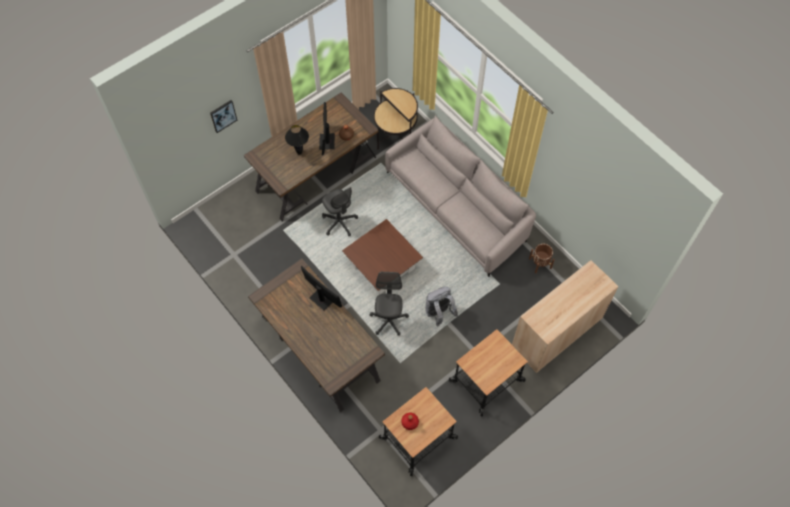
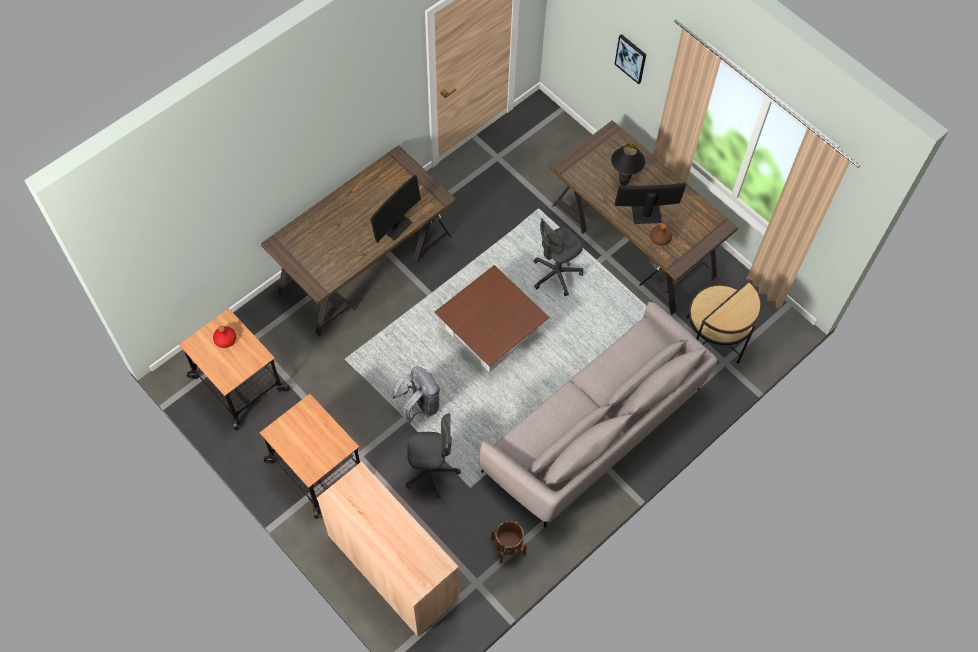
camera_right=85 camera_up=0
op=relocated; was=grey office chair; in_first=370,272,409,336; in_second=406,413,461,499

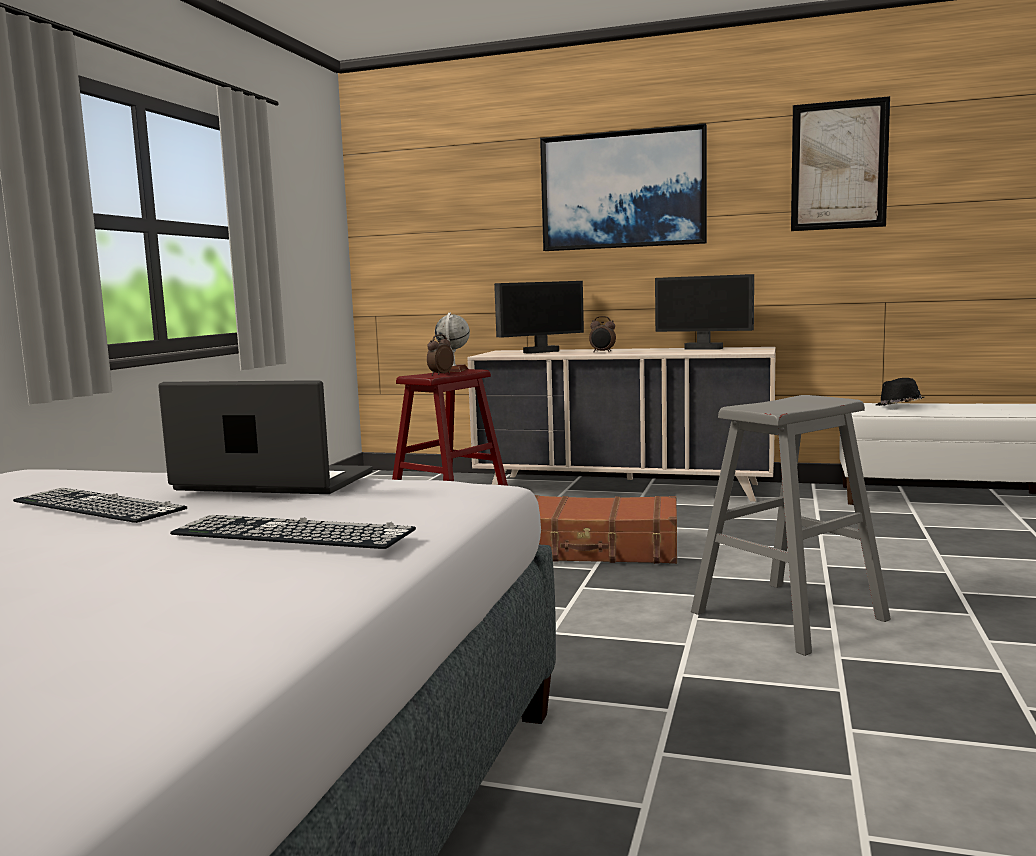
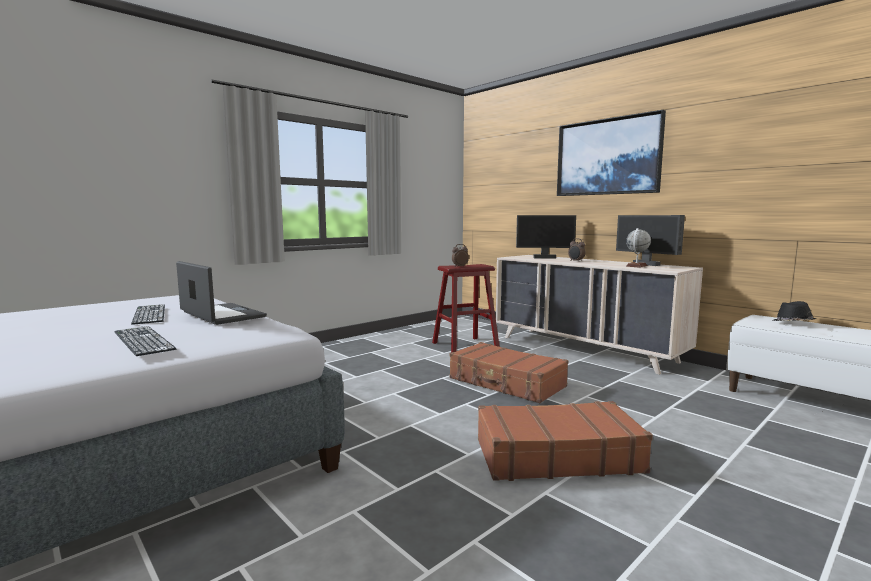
camera_right=30 camera_up=0
op=exchanged; was=grey stool; now=brown suitcase; in_first=691,395,891,656; in_second=478,401,653,481
op=relocated; was=globe; in_first=435,313,470,372; in_second=626,228,651,268
op=missing; was=picture; in_first=791,96,890,231

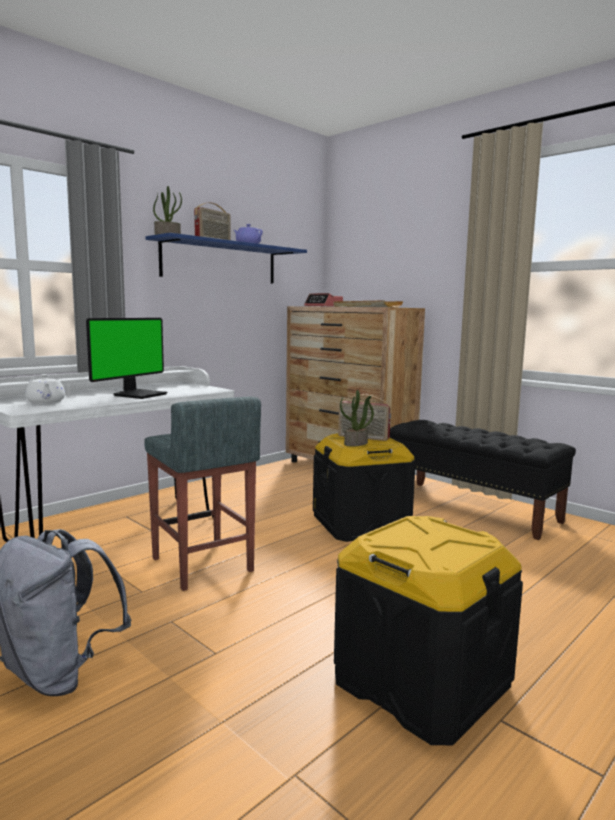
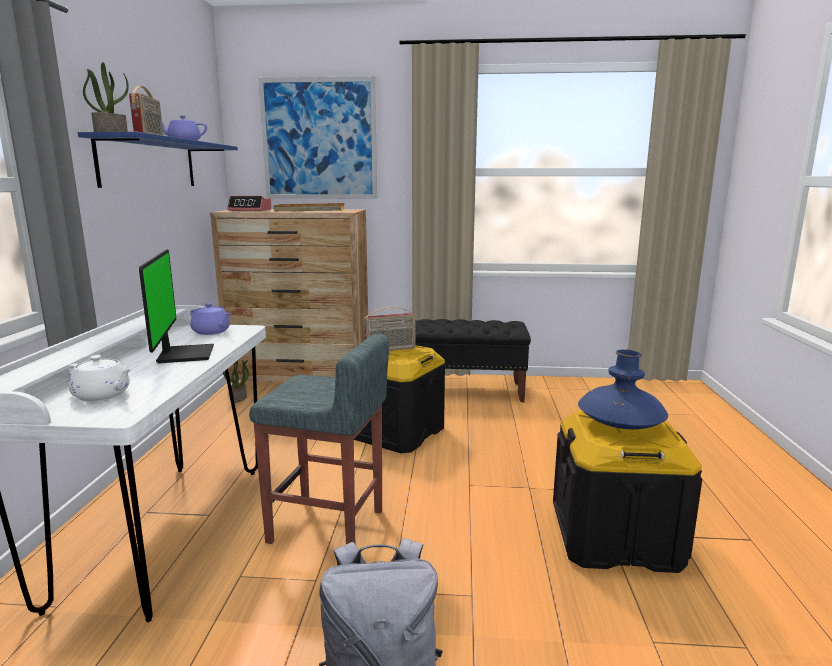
camera_right=-40 camera_up=5
op=appeared; now=purple teapot; in_second=190,303,231,335
op=relocated; was=potted plant; in_first=340,390,374,447; in_second=223,360,249,403
op=appeared; now=picture; in_second=259,76,377,199
op=appeared; now=blue vase; in_second=578,349,668,429

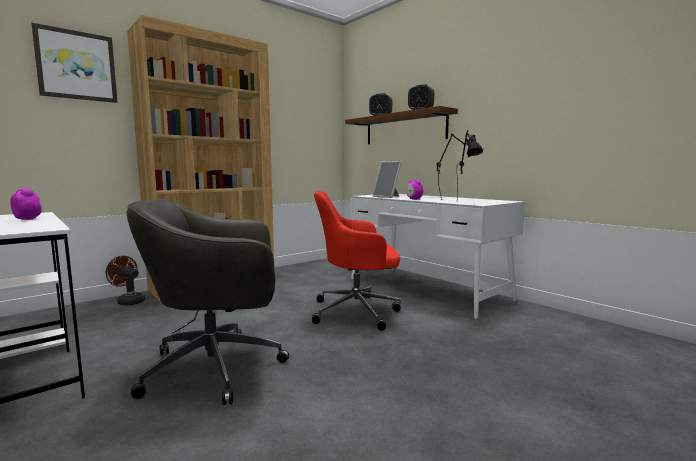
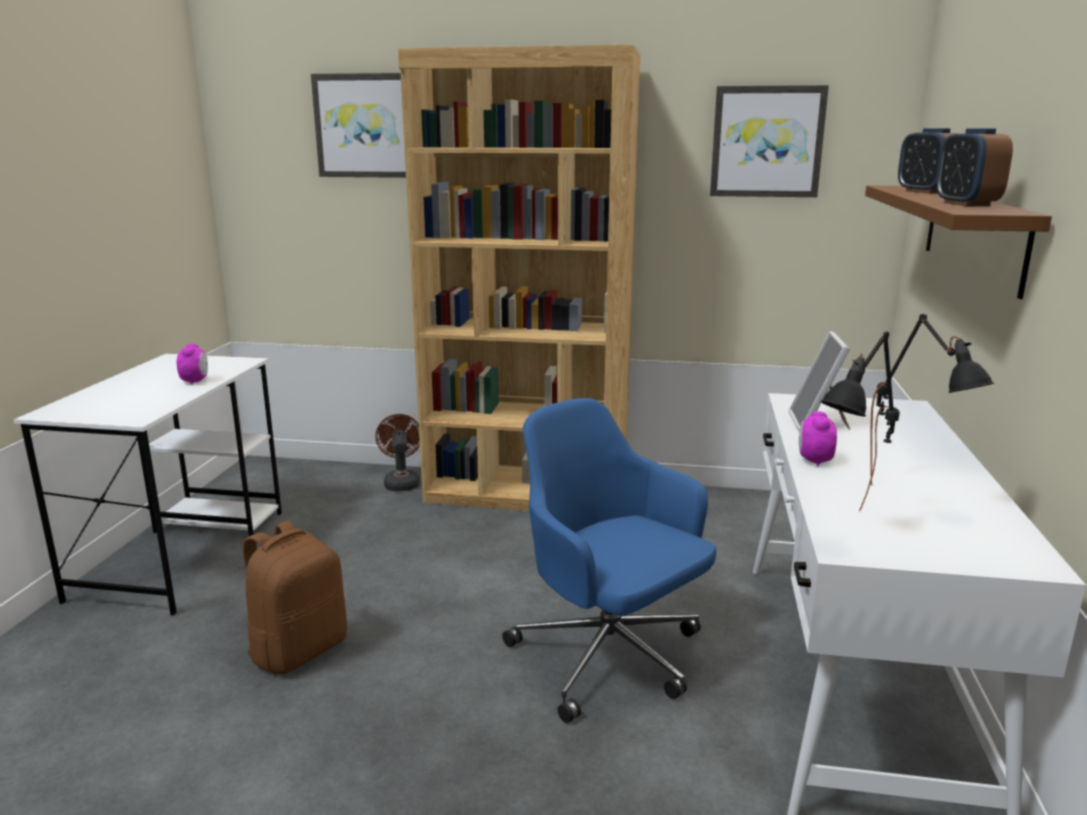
camera_right=50 camera_up=10
op=exchanged; was=grey office chair; now=brown backpack; in_first=126,199,289,405; in_second=243,521,347,674
op=colour; was=red office chair; now=blue office chair; in_first=312,191,401,331; in_second=502,398,717,723
op=appeared; now=picture; in_second=710,85,829,197

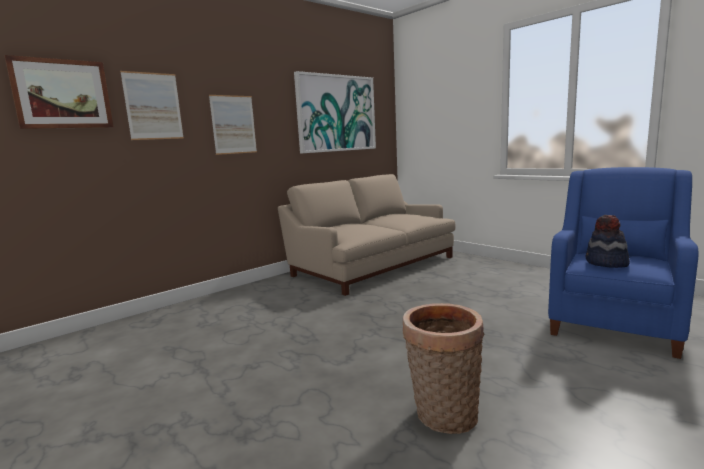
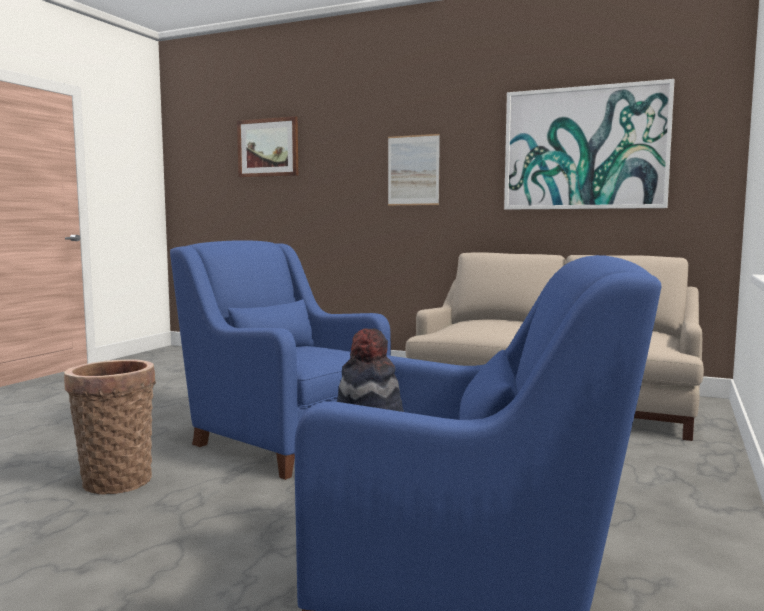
camera_right=65 camera_up=-5
op=appeared; now=blue armchair; in_second=170,240,391,480
op=missing; was=picture; in_first=120,71,184,140

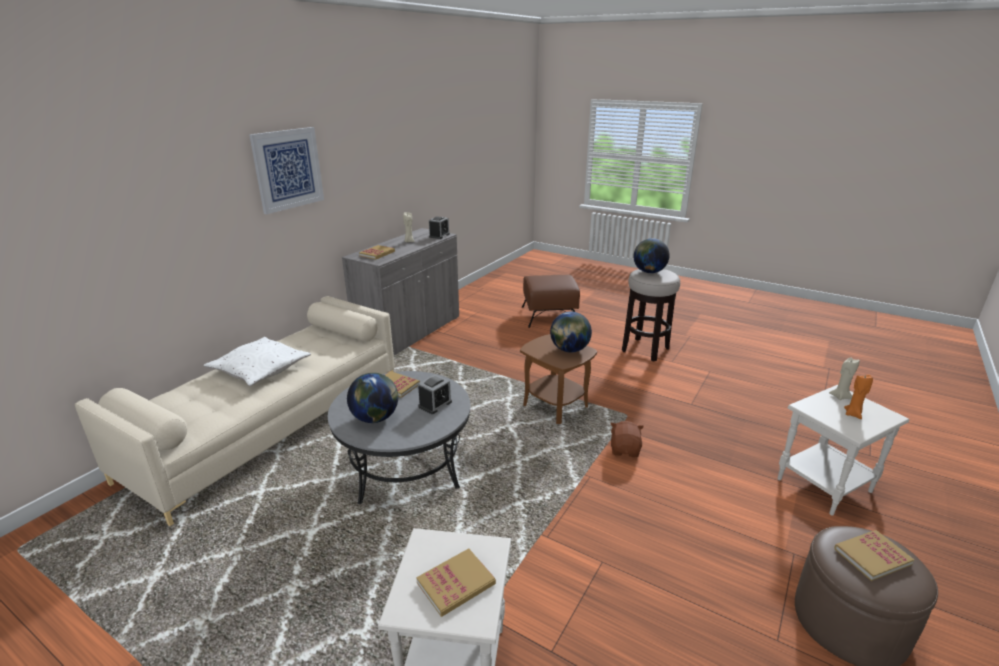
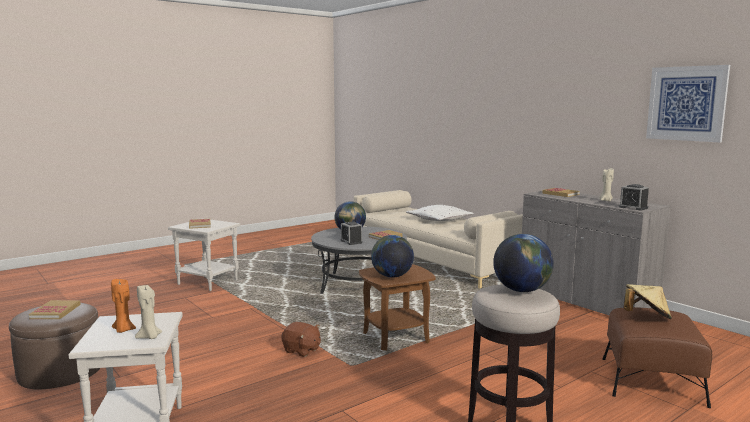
camera_right=110 camera_up=-15
op=appeared; now=beige hat; in_second=624,284,672,319
op=relocated; was=picture; in_first=249,127,324,214; in_second=646,65,730,142

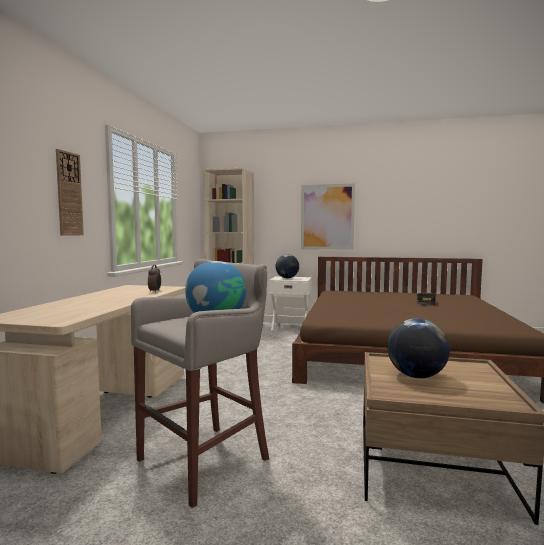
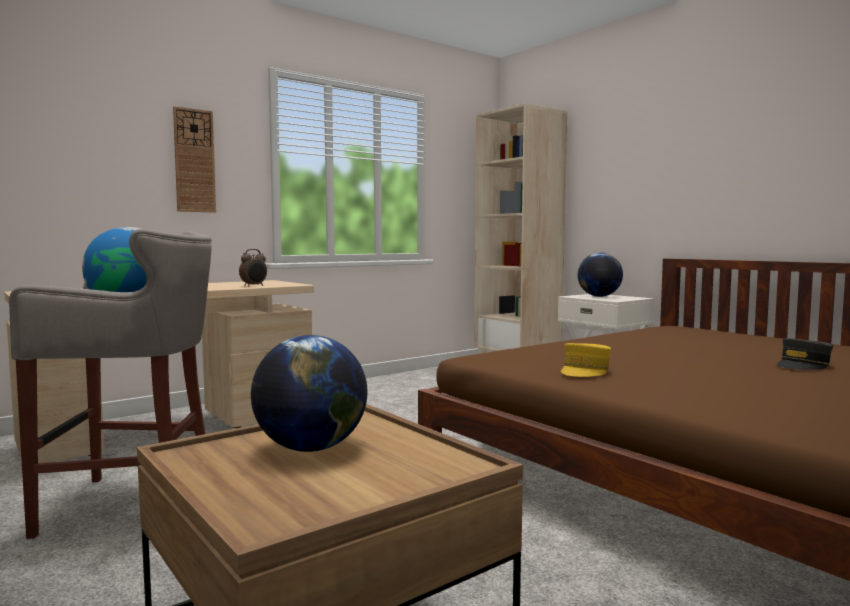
camera_right=40 camera_up=0
op=appeared; now=yellow cap; in_second=561,343,611,377
op=missing; was=picture; in_first=301,184,355,250

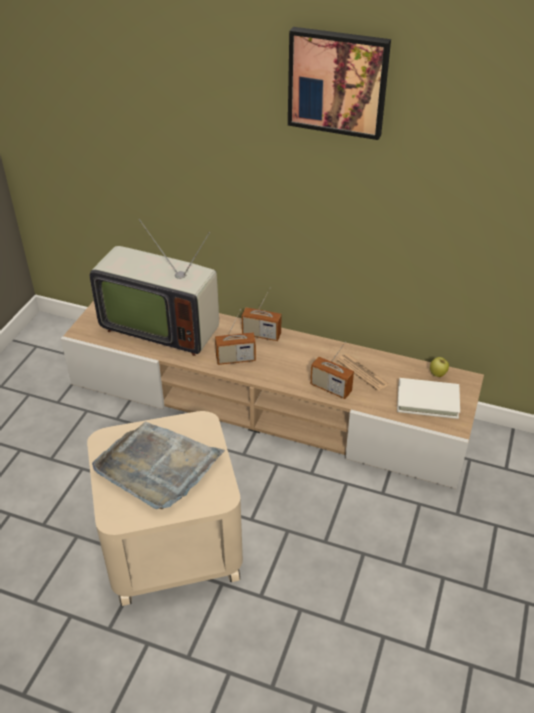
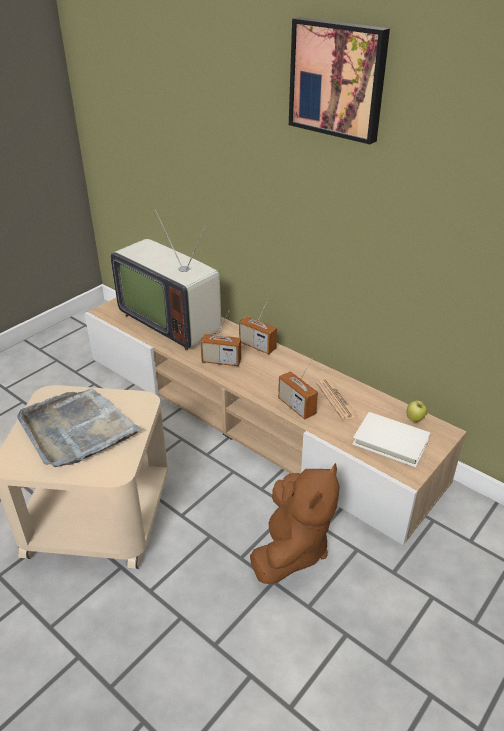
camera_right=20 camera_up=-5
op=appeared; now=brown plush toy; in_second=250,463,340,584

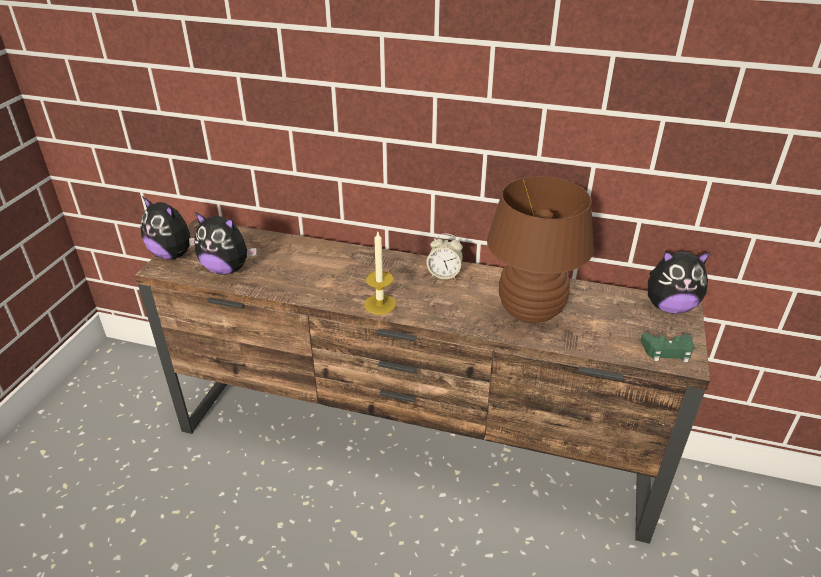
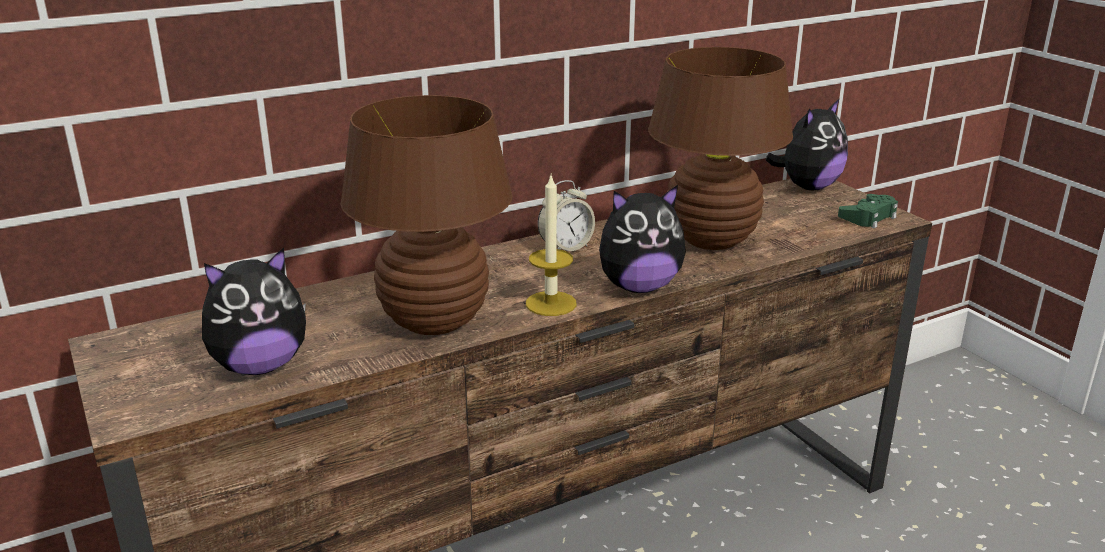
camera_right=-45 camera_up=-10
op=appeared; now=brown table lamp; in_second=340,95,512,335
op=relocated; was=plush toy; in_first=140,196,195,260; in_second=599,185,686,293

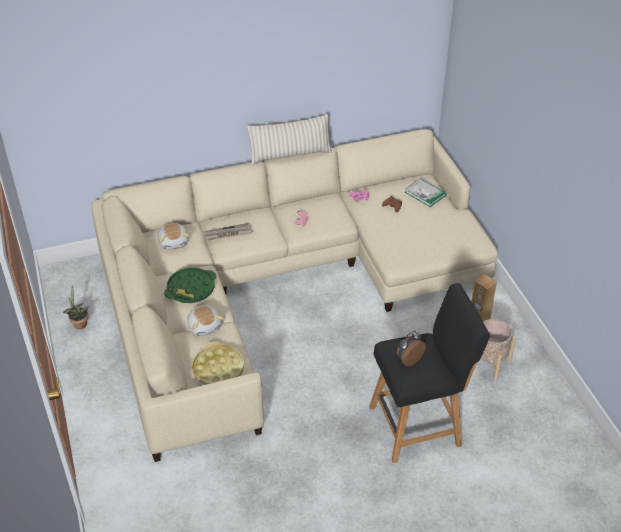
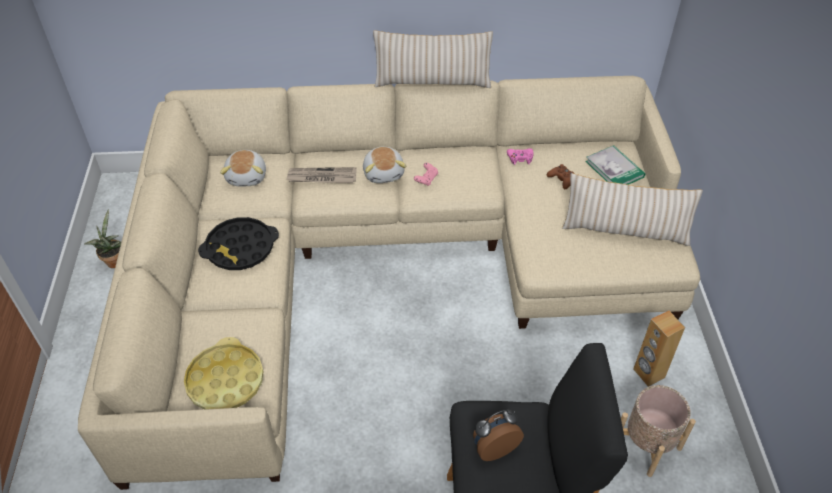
camera_right=15 camera_up=5
op=colour; was=green tray; now=black tray; in_first=164,268,216,303; in_second=198,217,279,270
op=relocated; was=plush toy; in_first=187,306,224,336; in_second=363,147,406,183
op=appeared; now=beige pillow; in_second=562,173,703,246

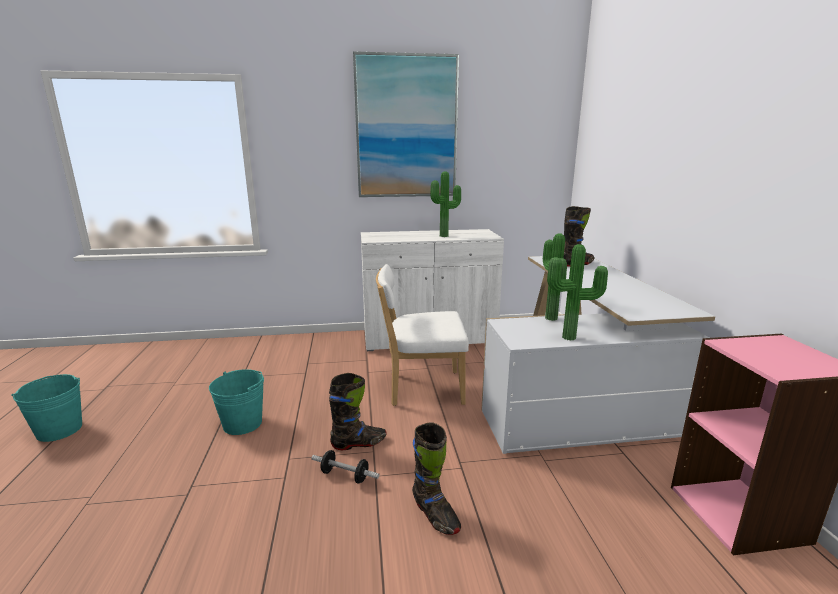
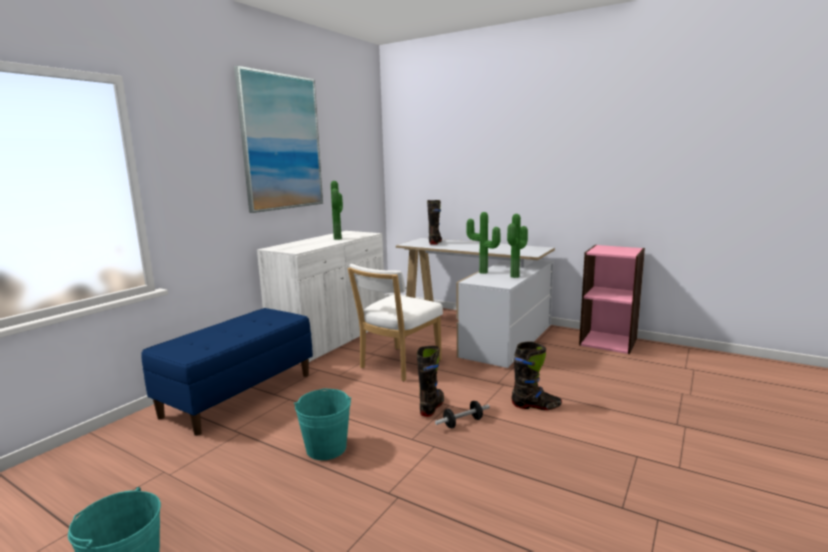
camera_right=-50 camera_up=-5
op=appeared; now=blue bench; in_second=141,308,313,436

